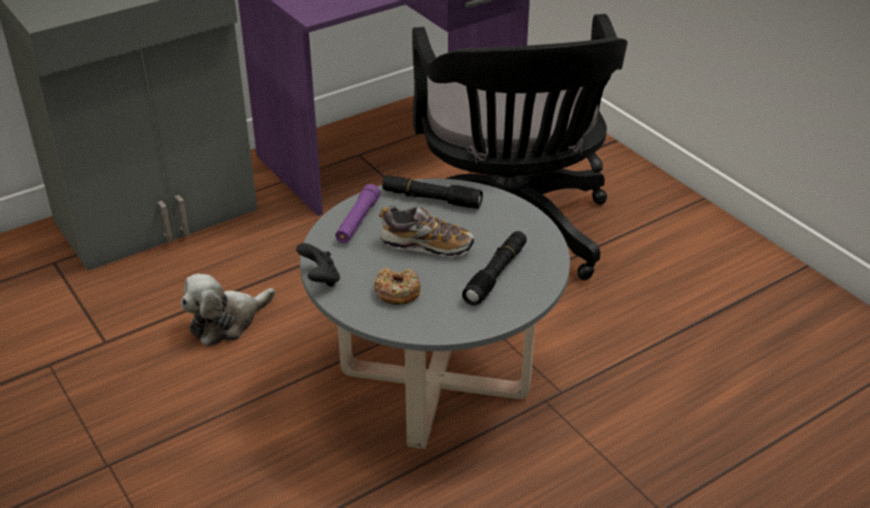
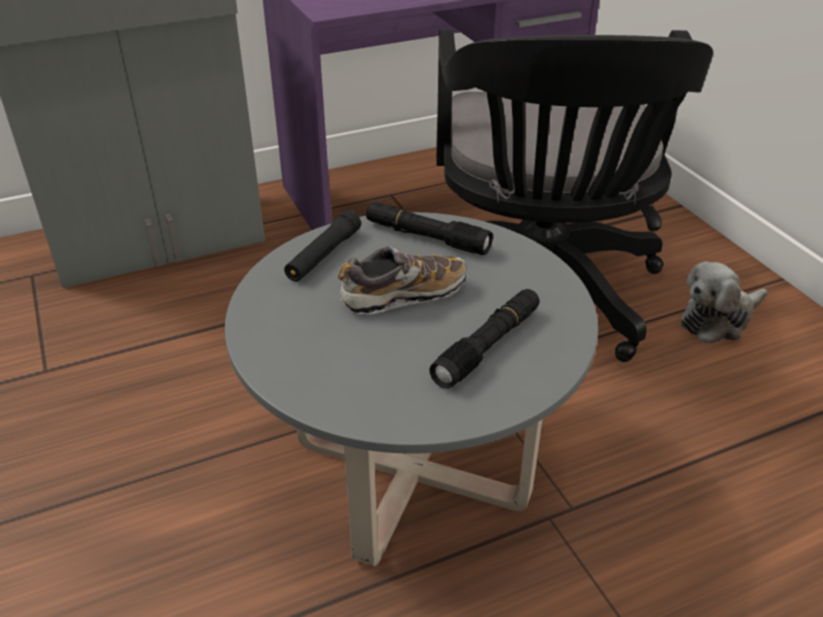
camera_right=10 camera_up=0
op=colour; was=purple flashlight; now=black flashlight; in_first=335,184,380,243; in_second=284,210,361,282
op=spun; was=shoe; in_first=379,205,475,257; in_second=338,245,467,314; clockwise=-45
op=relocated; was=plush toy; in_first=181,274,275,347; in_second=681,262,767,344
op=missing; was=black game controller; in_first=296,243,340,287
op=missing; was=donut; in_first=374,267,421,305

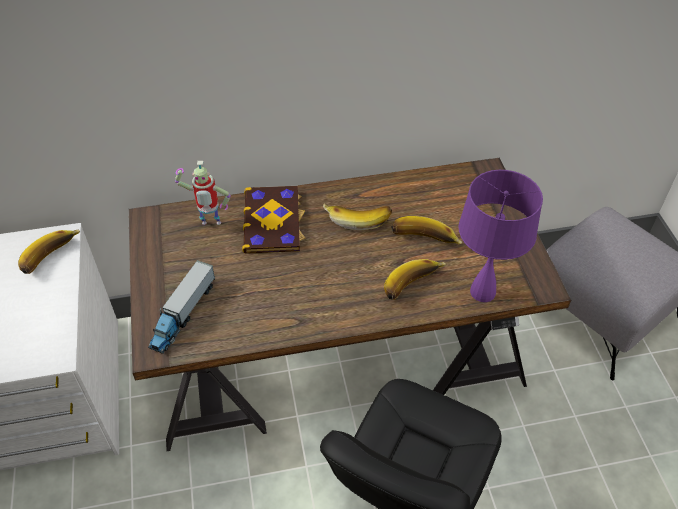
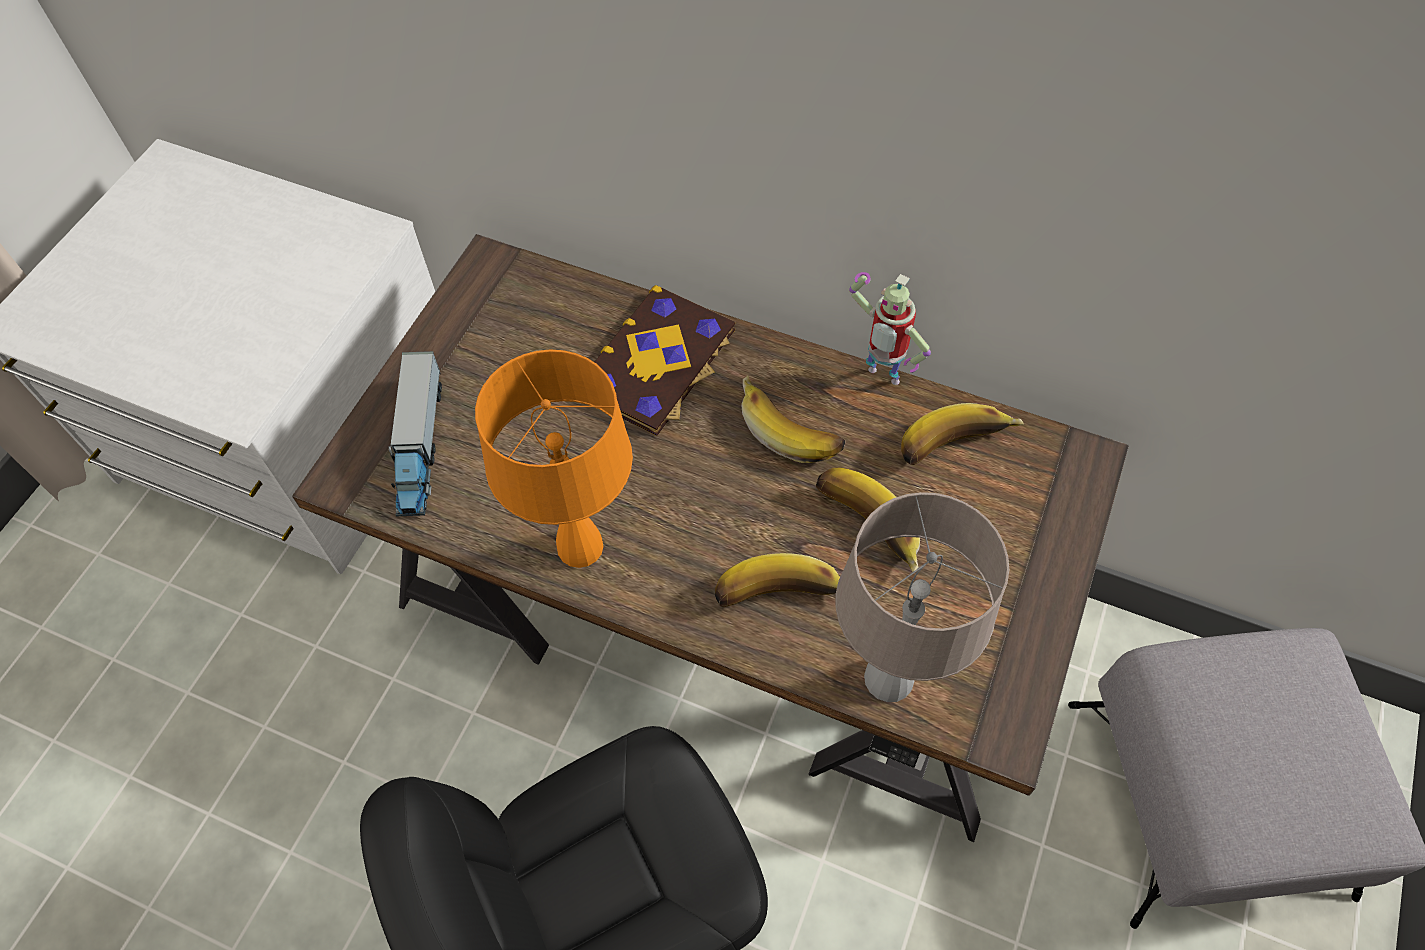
camera_right=35 camera_up=10
op=spun; was=toy truck; in_first=148,260,215,354; in_second=389,351,442,516; clockwise=-60
op=appeared; now=orange table lamp; in_second=475,350,633,568
op=colour; was=purple table lamp; now=beige table lamp; in_first=458,170,543,302; in_second=836,492,1009,702
op=relocated; was=toy robot; in_first=175,161,231,225; in_second=849,272,931,385
op=relocated; was=banana; in_first=18,230,80,274; in_second=901,403,1024,465

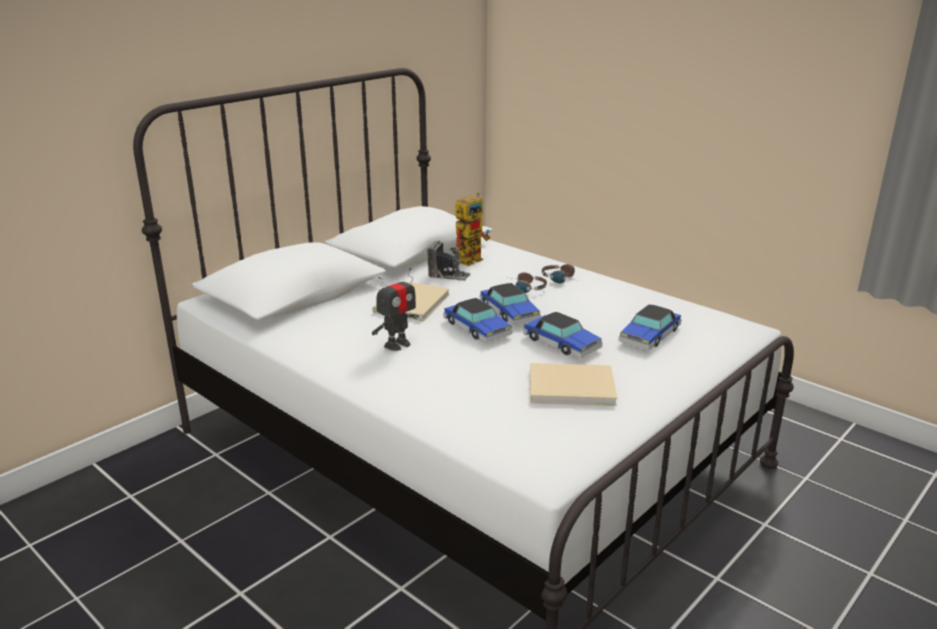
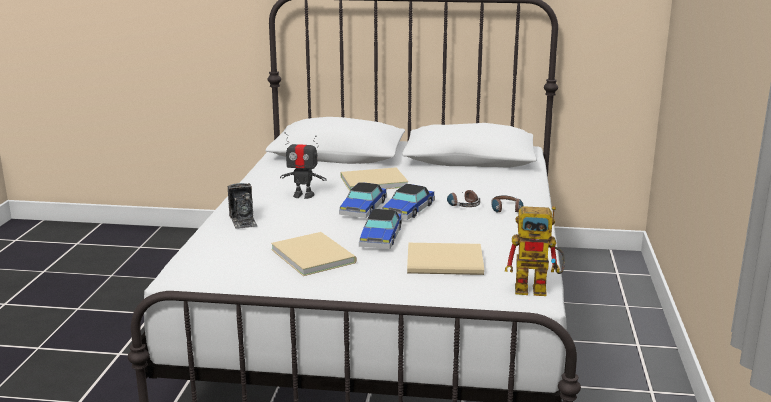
camera_right=55 camera_up=-5
op=relocated; was=photo camera; in_first=427,241,471,281; in_second=228,183,257,229
op=exchanged; was=toy car; now=beige book; in_first=618,304,681,350; in_second=407,243,484,275
op=relocated; was=toy robot; in_first=455,192,491,266; in_second=505,206,565,296

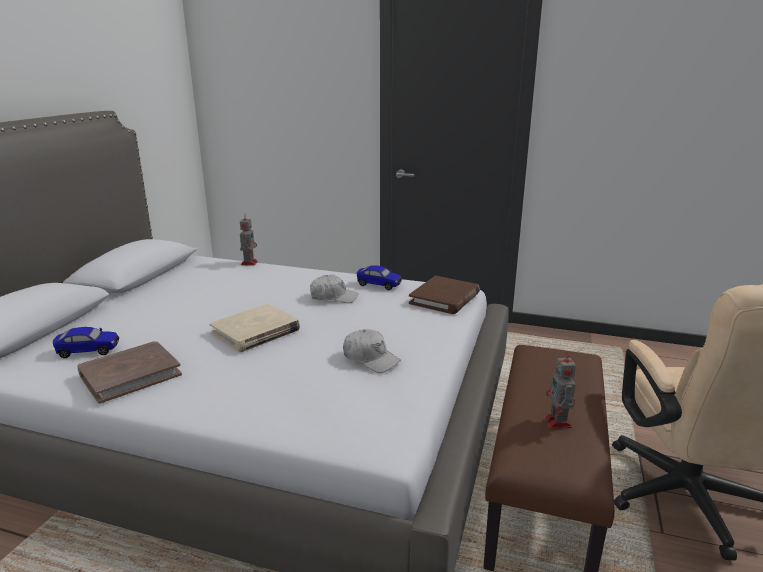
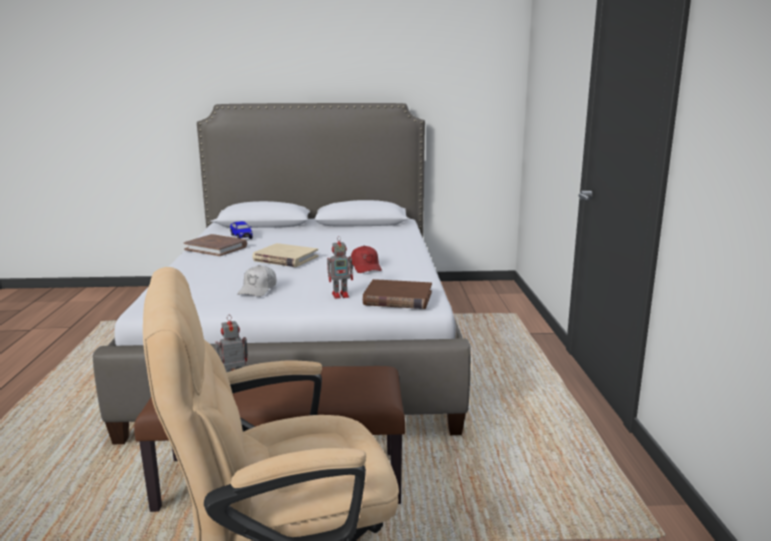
camera_right=70 camera_up=-5
op=relocated; was=toy robot; in_first=240,214,258,266; in_second=327,236,353,299
op=colour; was=white cap; now=red cap; in_first=310,274,358,303; in_second=351,246,382,273
op=missing; was=toy car; in_first=357,265,402,290

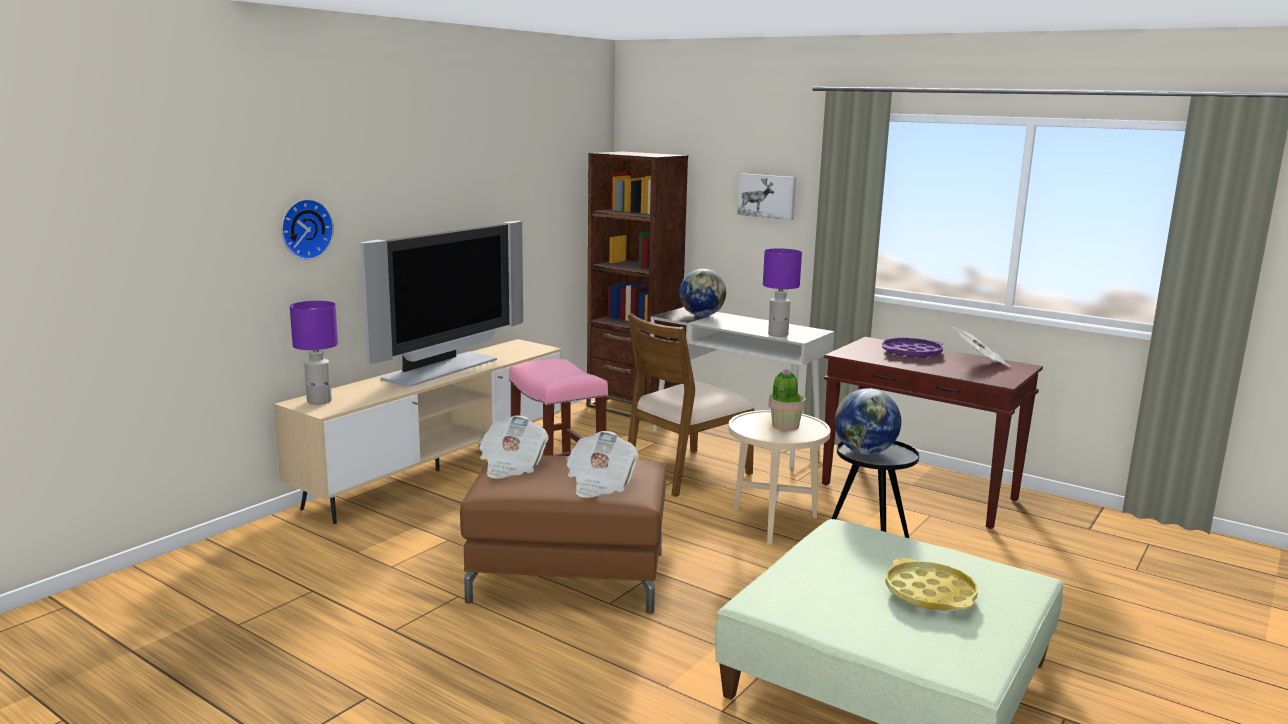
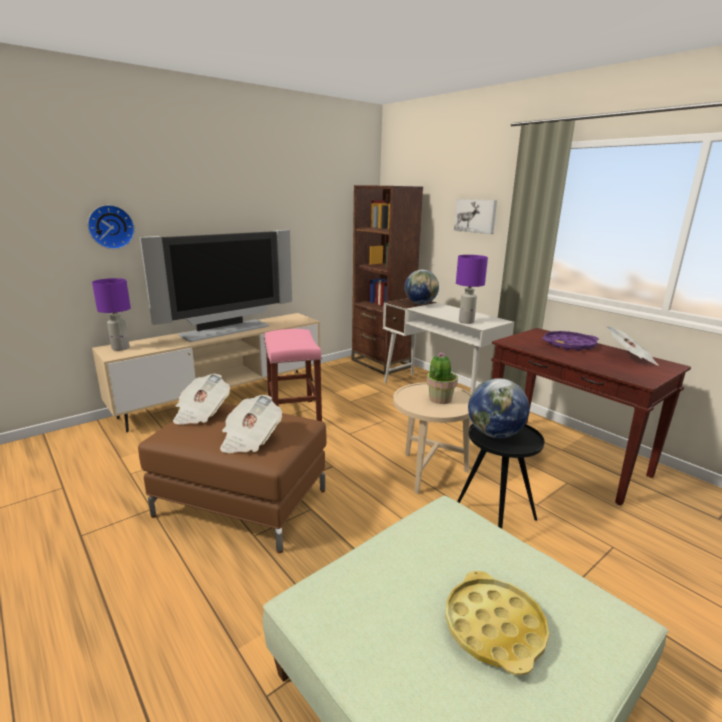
camera_right=15 camera_up=5
op=missing; was=brown chair; in_first=628,313,755,497

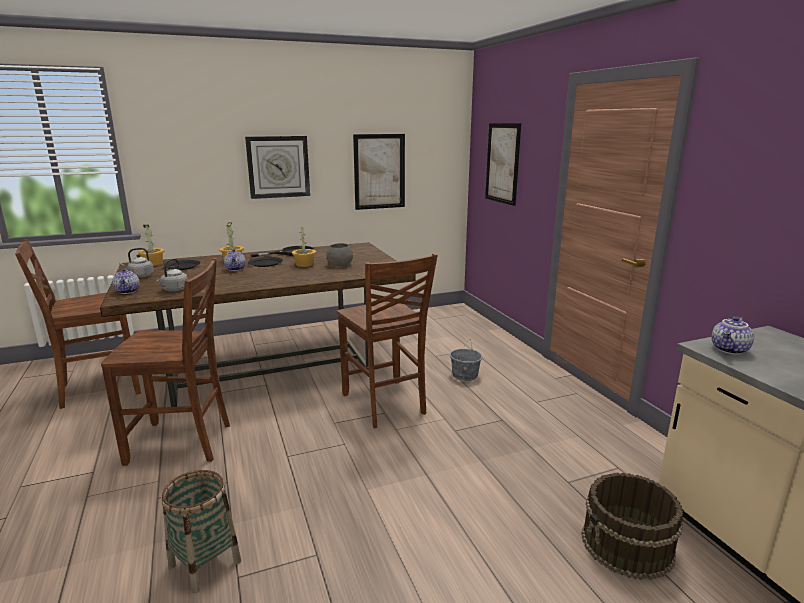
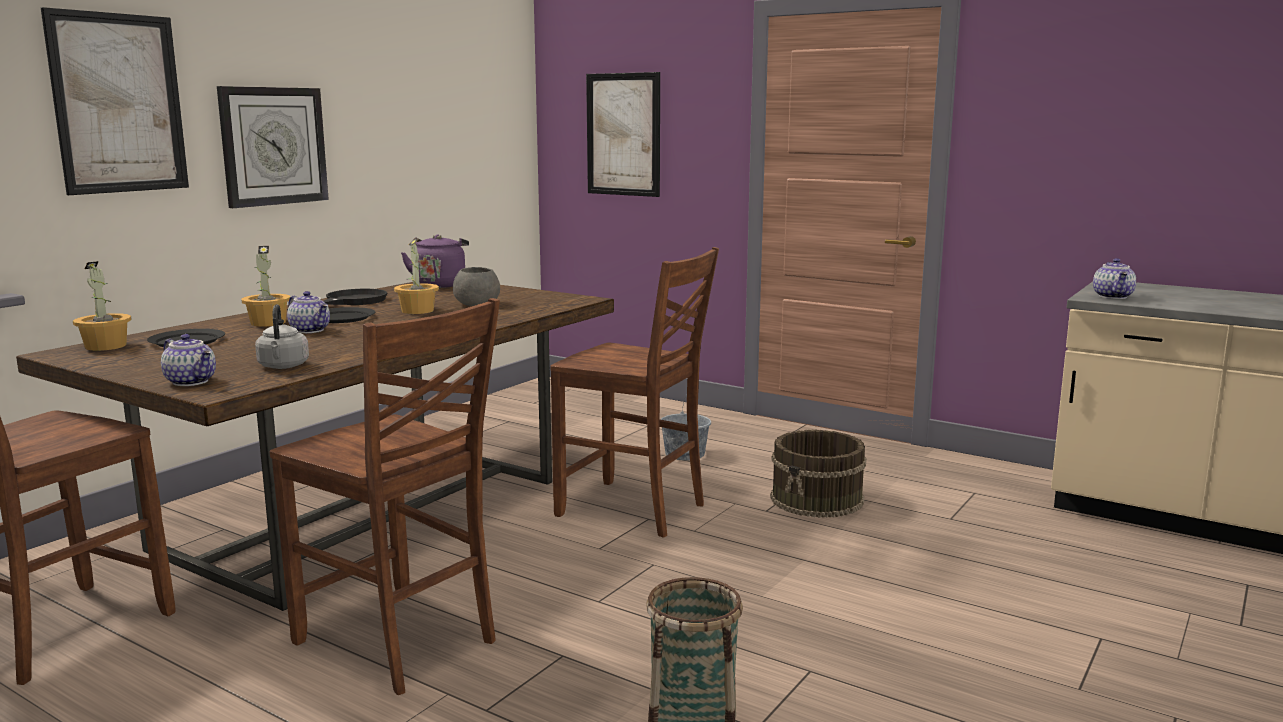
camera_right=-35 camera_up=-5
op=relocated; was=picture; in_first=353,134,405,210; in_second=41,7,189,195
op=spun; was=brown chair; in_first=101,258,230,466; in_second=269,298,500,695; clockwise=75
op=appeared; now=purple kettle; in_second=401,235,469,288
op=relocated; was=brown bucket; in_first=581,472,683,580; in_second=770,429,866,518
op=missing; was=grey kettle; in_first=119,248,154,278

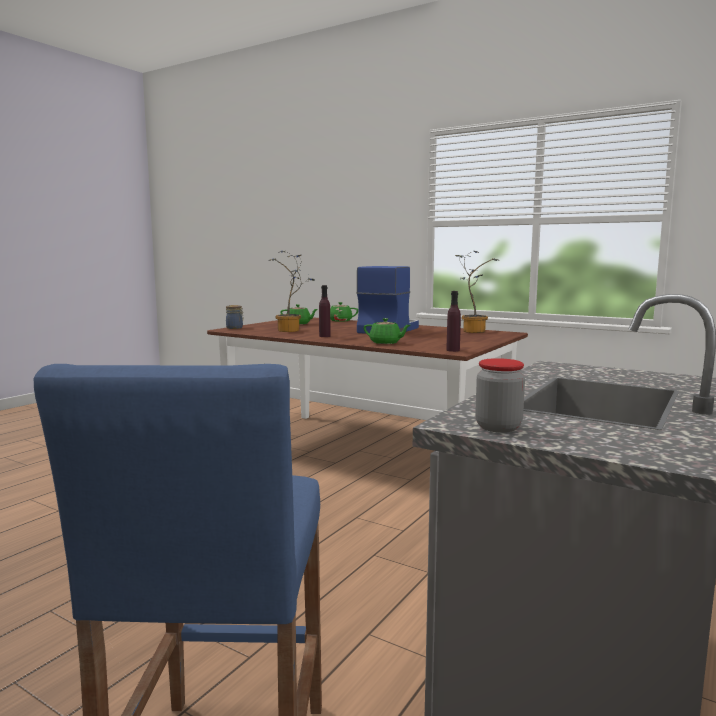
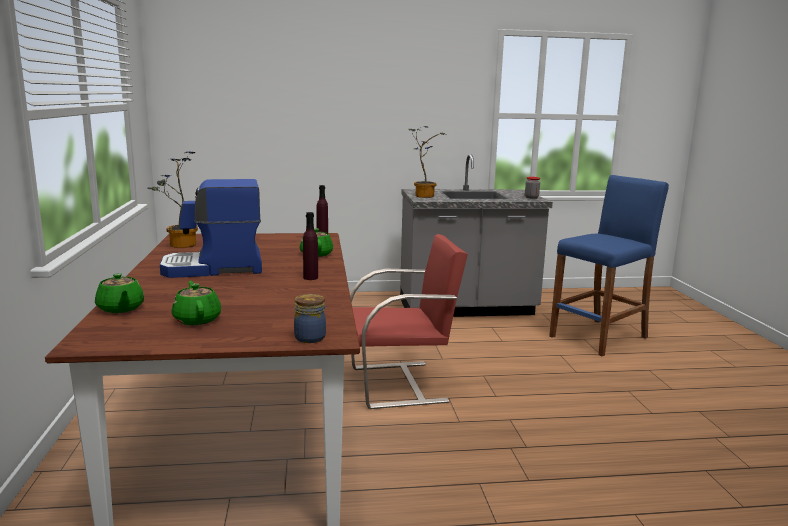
camera_right=-130 camera_up=5
op=appeared; now=red chair; in_second=350,234,468,409
op=relocated; was=potted plant; in_first=268,251,315,332; in_second=408,126,446,198

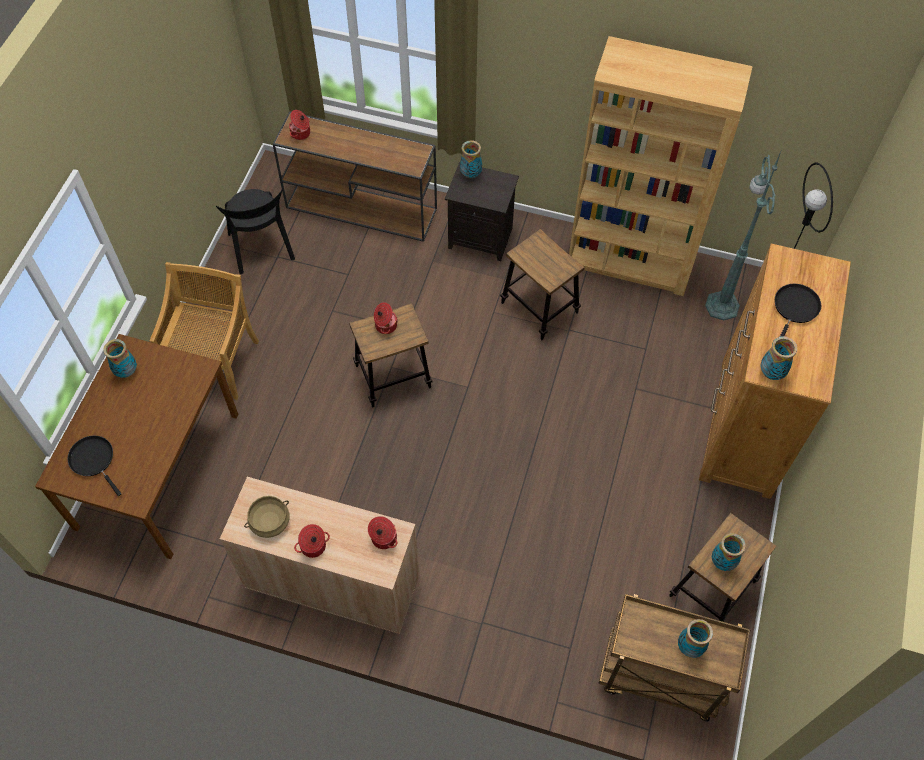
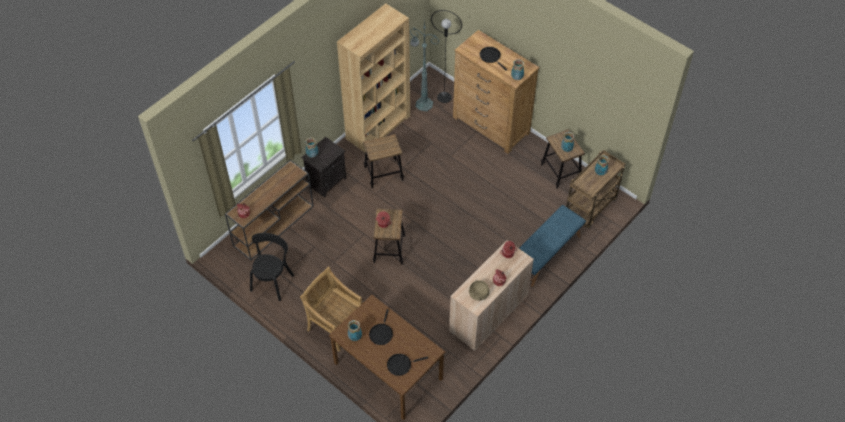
camera_right=-65 camera_up=-5
op=spun; was=black chair; in_first=216,189,295,274; in_second=250,233,294,301; clockwise=-75
op=appeared; now=black frying pan; in_second=369,309,393,345
op=appeared; now=blue bench; in_second=519,205,586,287

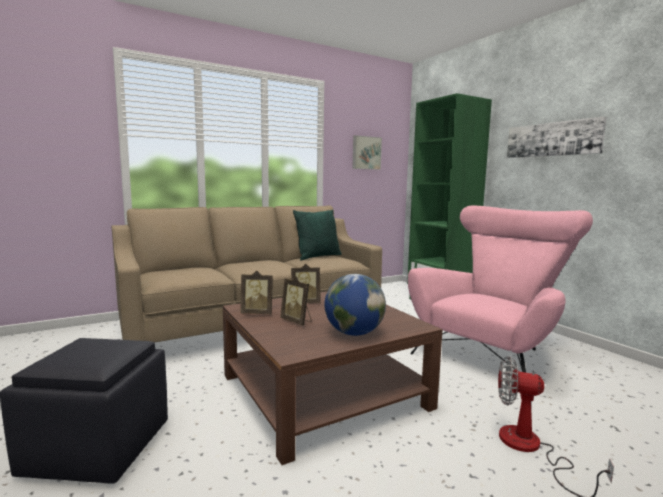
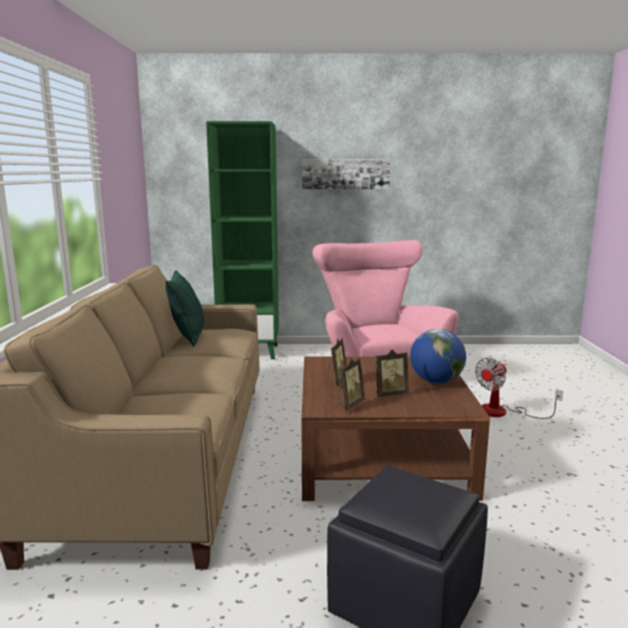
camera_right=-60 camera_up=5
op=missing; was=picture; in_first=352,135,382,170

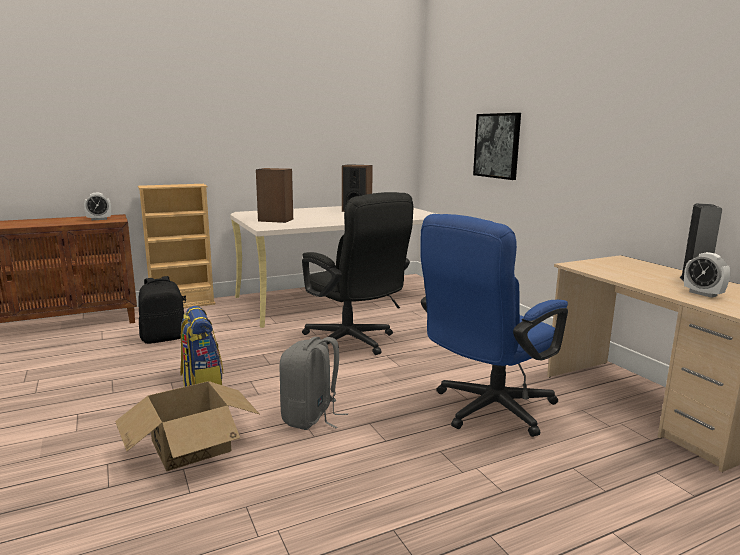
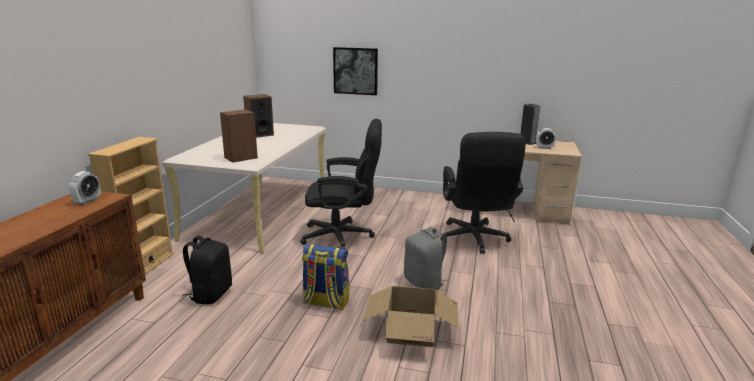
camera_right=-50 camera_up=5
op=colour; was=blue office chair; now=black office chair; in_first=420,214,568,437; in_second=440,132,526,253

